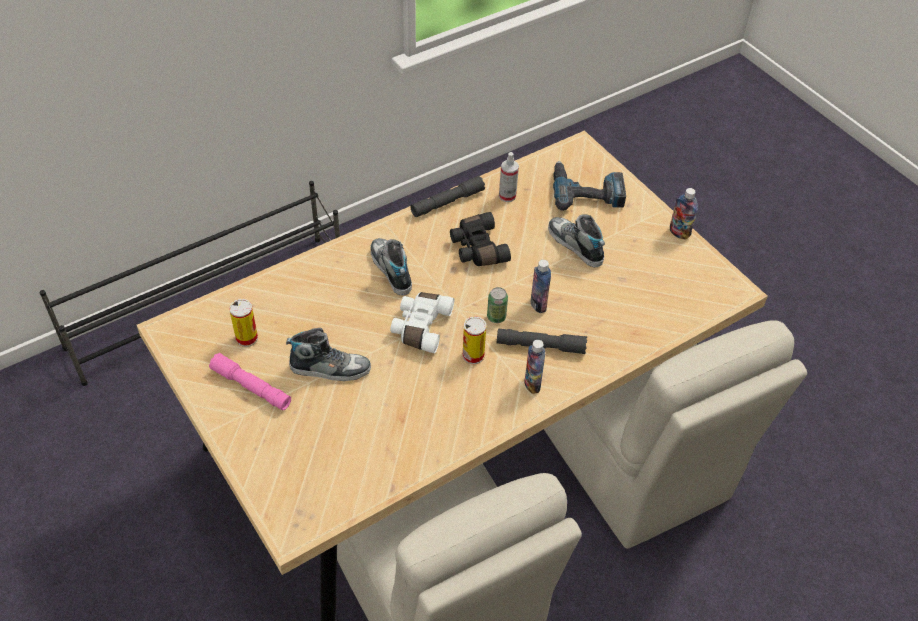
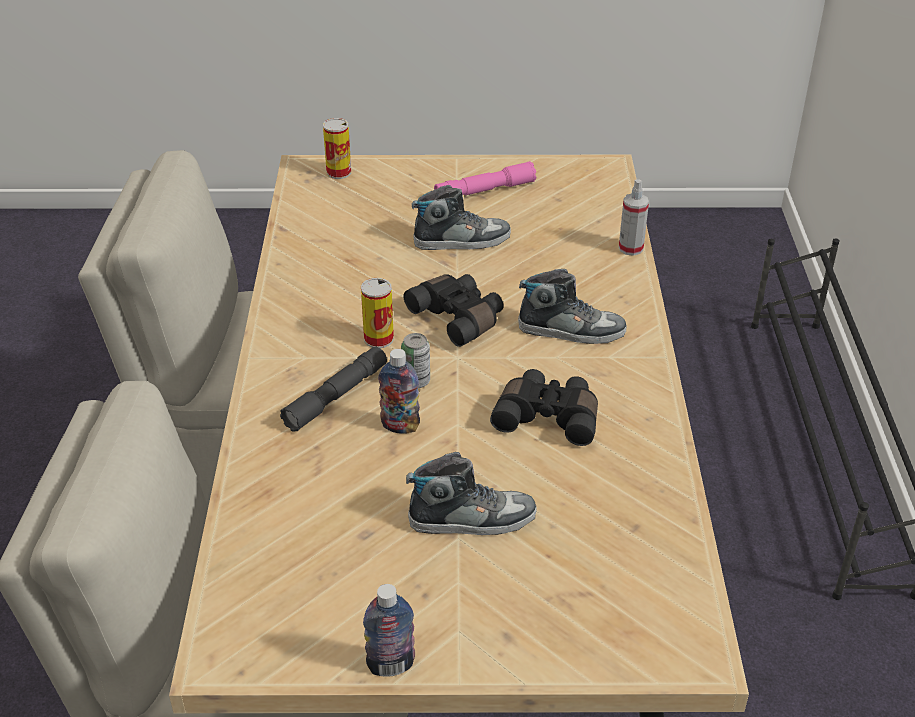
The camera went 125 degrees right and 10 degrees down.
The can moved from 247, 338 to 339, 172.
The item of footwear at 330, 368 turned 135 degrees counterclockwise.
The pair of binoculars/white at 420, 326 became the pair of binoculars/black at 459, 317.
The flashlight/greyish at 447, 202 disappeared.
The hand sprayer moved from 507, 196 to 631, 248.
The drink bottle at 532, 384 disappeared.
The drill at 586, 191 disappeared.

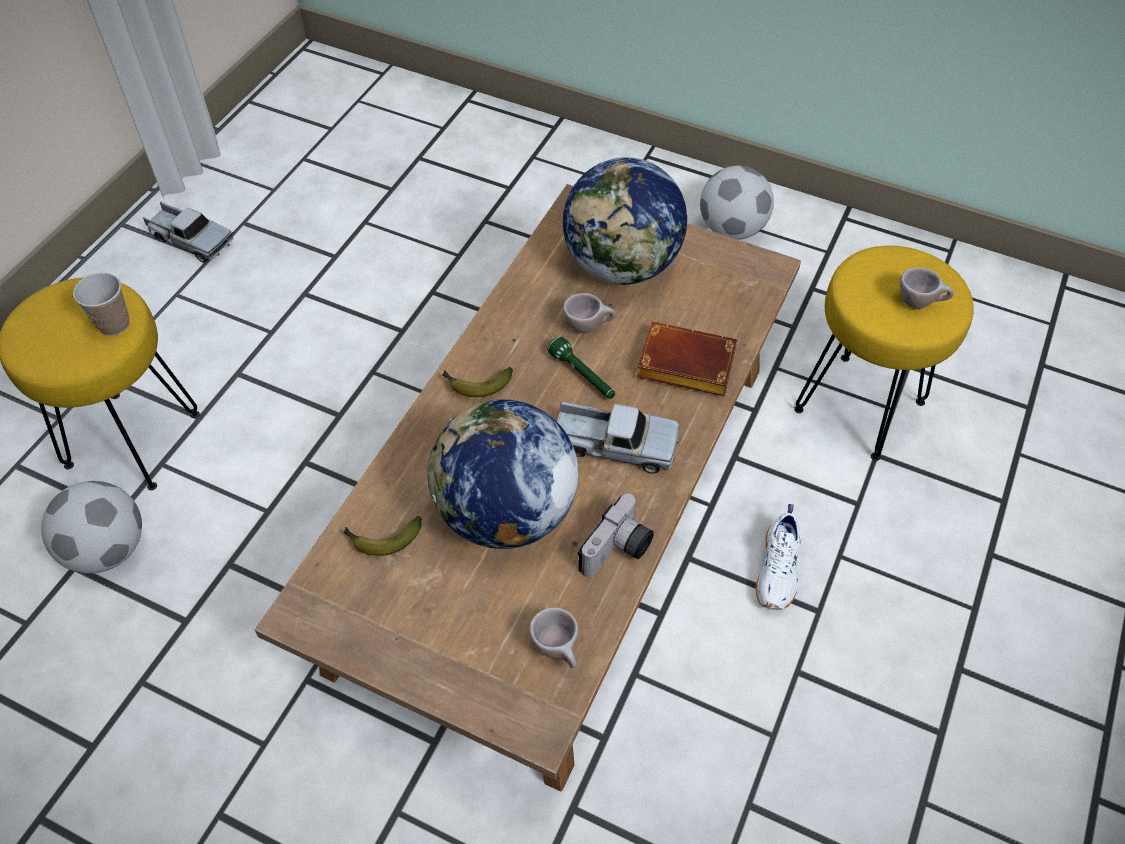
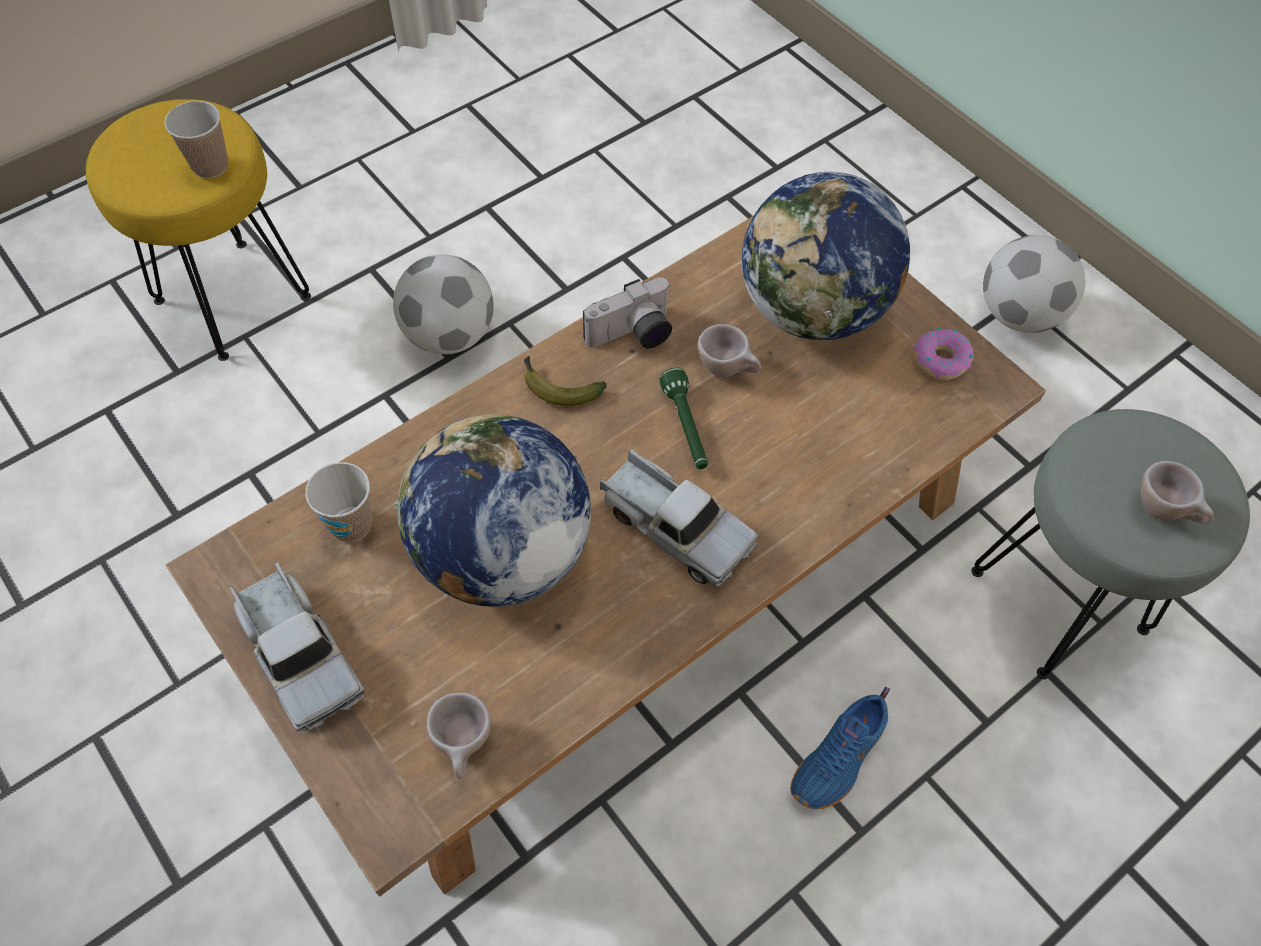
The camera went 25 degrees right and 5 degrees up.
The football moved from 107, 549 to 449, 335.
The model truck moved from 191, 240 to 299, 654.
The banana at 382, 540 was replaced by the cup at 351, 524.
The still camera moved from 618, 551 to 632, 336.
The volume/brown-coloured at 683, 366 disappeared.
The item of footwear/white at 779, 570 became the item of footwear/bluish at 840, 758.
The stool/yellow-coloured at 861, 406 became the stool/greyish at 1061, 601.
The doughnut at 941, 360 appeared.

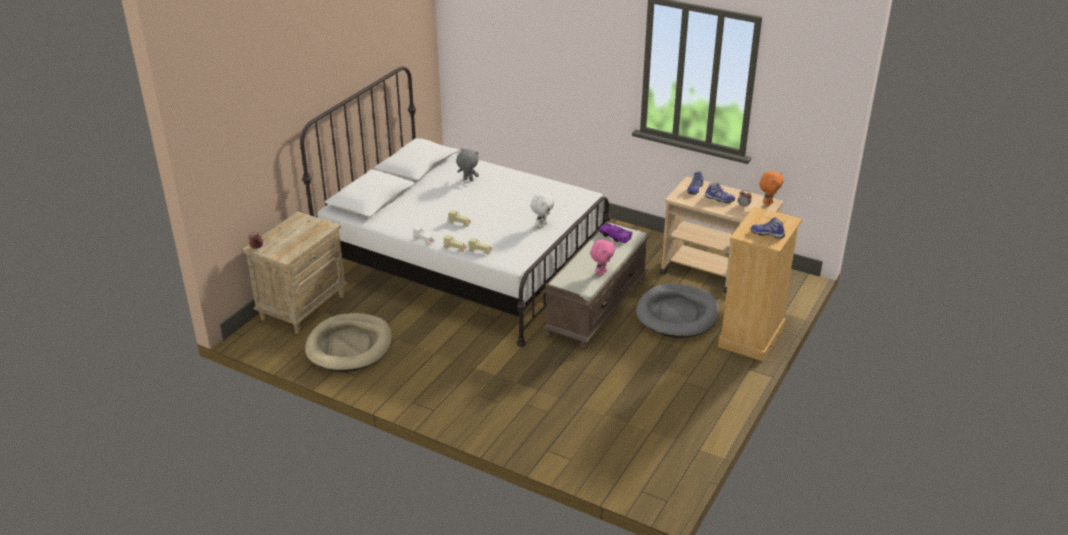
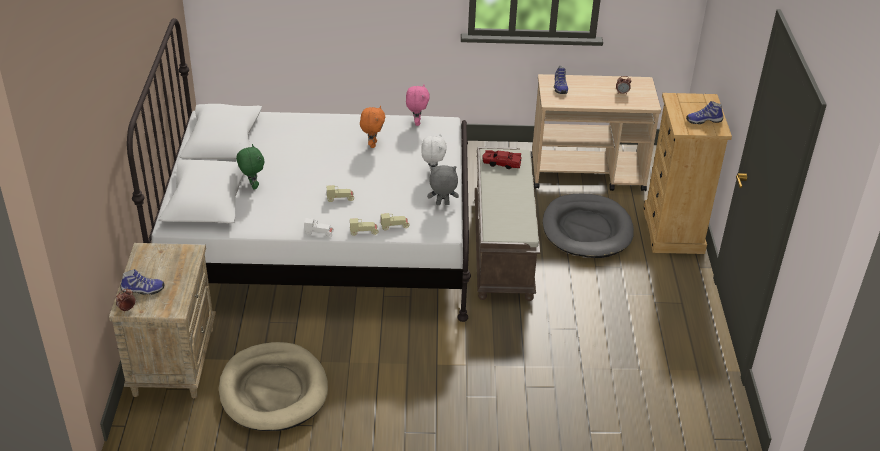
The camera went 30 degrees left and 5 degrees up.
The cuddly toy/greyish moved from 468, 180 to 442, 204.
The cuddly toy/pink-coloured moved from 601, 272 to 416, 122.
The miniature car/purple at 614, 236 became the miniature car/red at 501, 163.
The item of footwear moved from 719, 199 to 142, 290.
The cuddly toy/orange moved from 768, 204 to 372, 144.
The cuddly toy/green at 252, 186 appeared.

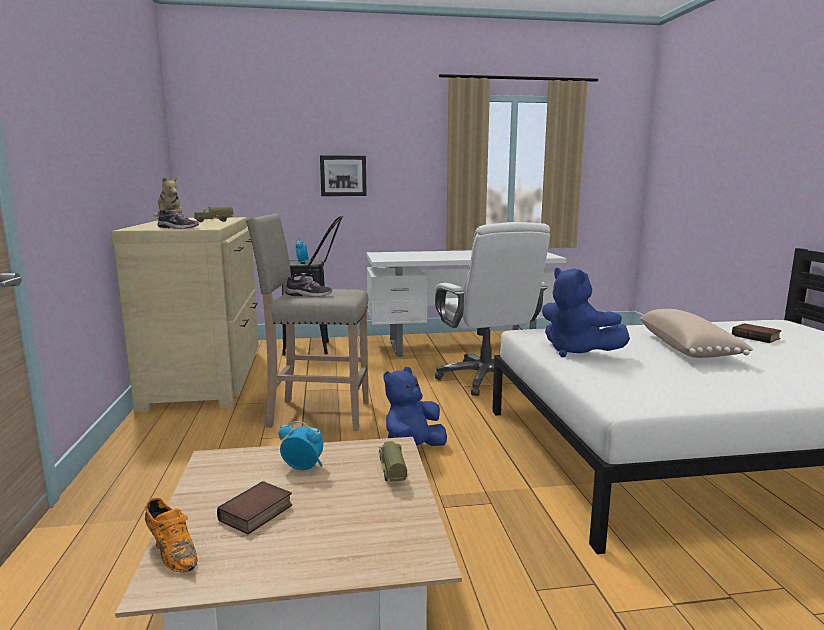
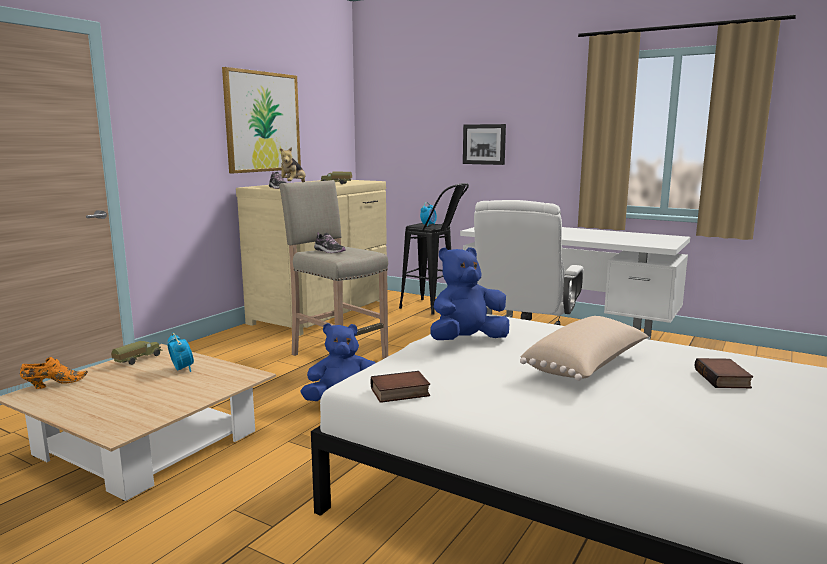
The camera went 40 degrees right and 0 degrees up.
The item of footwear/orange at 172, 552 turned 120 degrees counterclockwise.
The volume moved from 256, 514 to 399, 393.
The model truck moved from 392, 472 to 137, 360.
The cuddly toy/bluish at 576, 352 turned 60 degrees clockwise.
The picture at 262, 122 appeared.

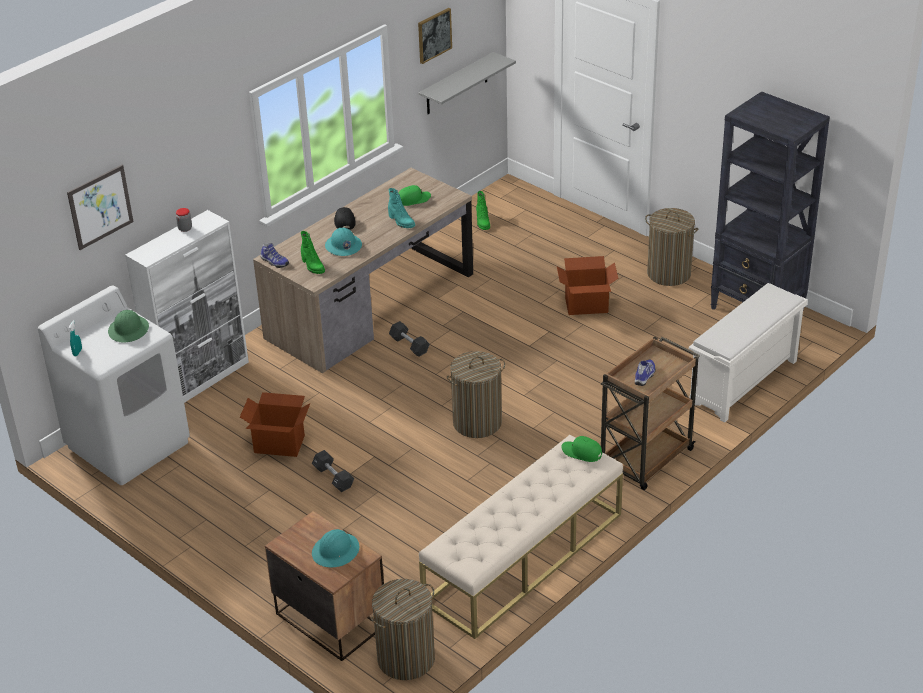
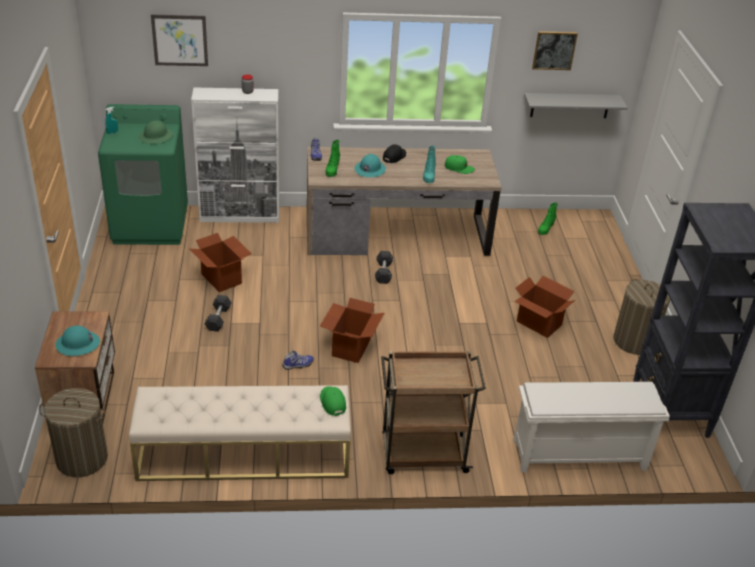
The camera went 40 degrees right and 0 degrees up.
The laundry machine/white at 129, 444 became the laundry machine/green at 151, 225.
The washing basket at 477, 423 was replaced by the carton at 350, 347.
The item of footwear moved from 645, 376 to 298, 365.

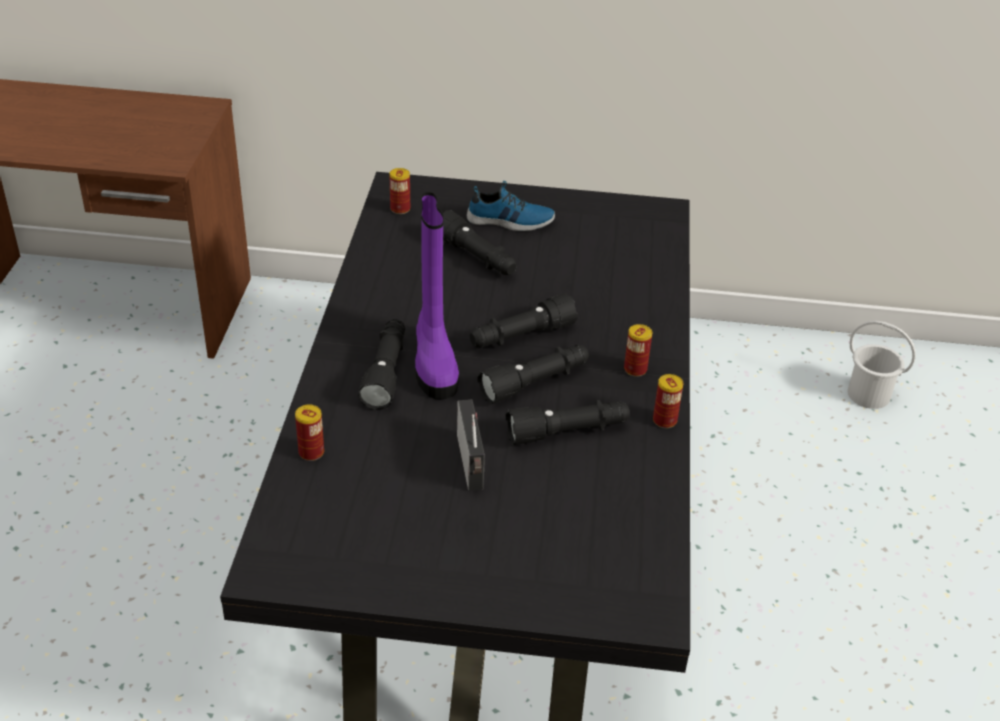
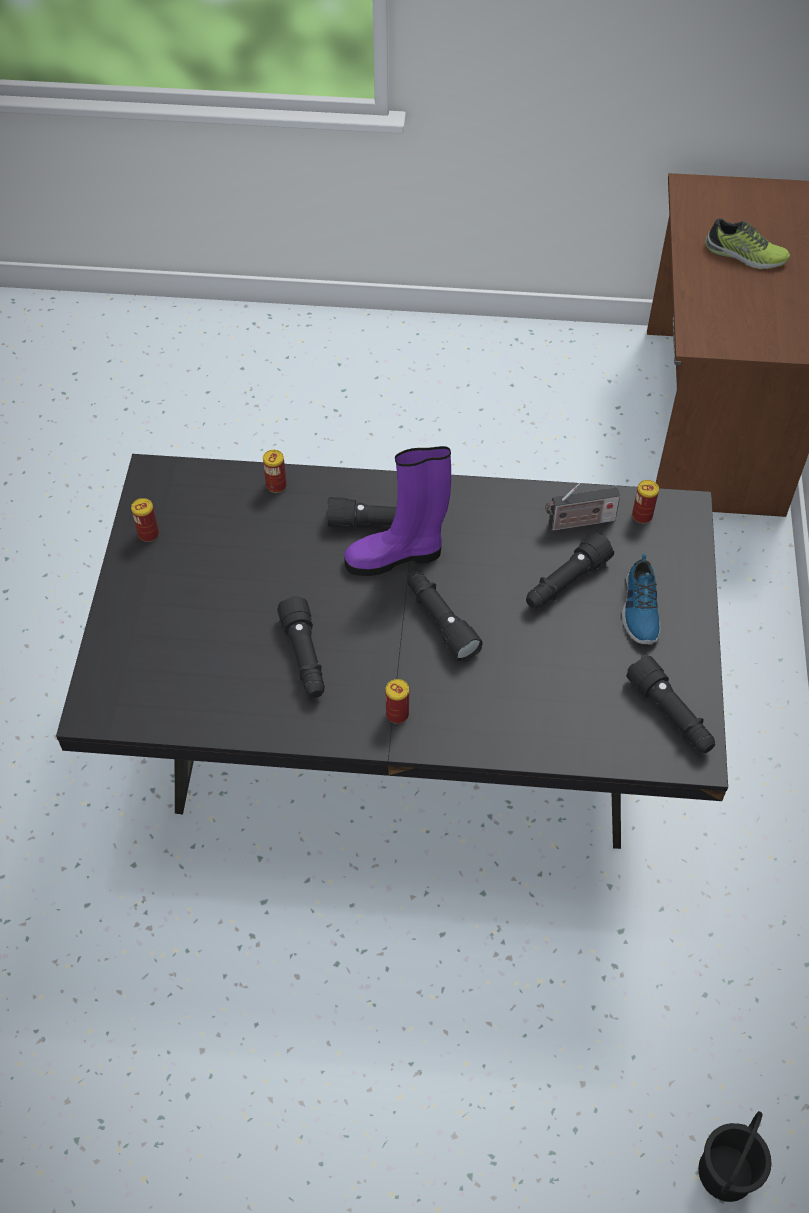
The camera went 90 degrees right and 15 degrees up.
The radio set moved from 471, 465 to 578, 522.
The flashlight/black moved from 535, 382 to 670, 714.
The can moved from 664, 420 to 148, 534.
The bucket/white at 868, 394 became the bucket/black at 727, 1172.
The item of footwear at 744, 255 appeared.

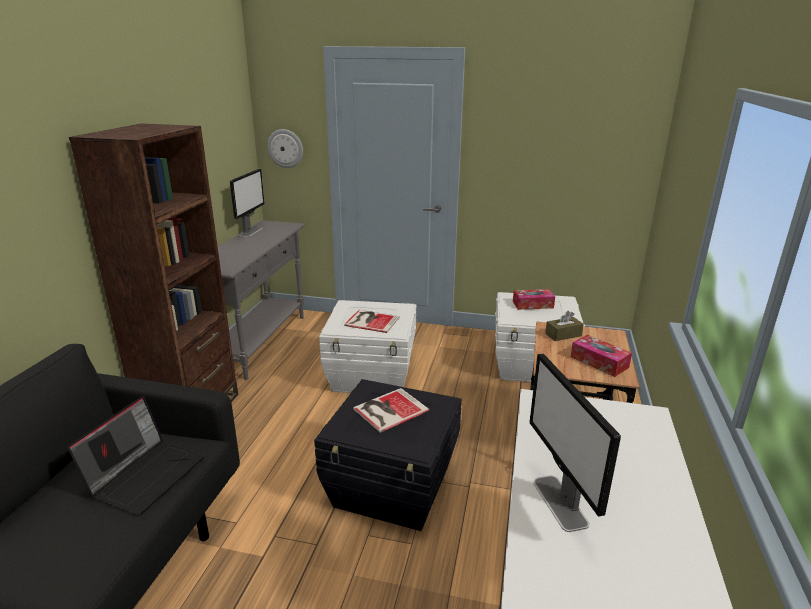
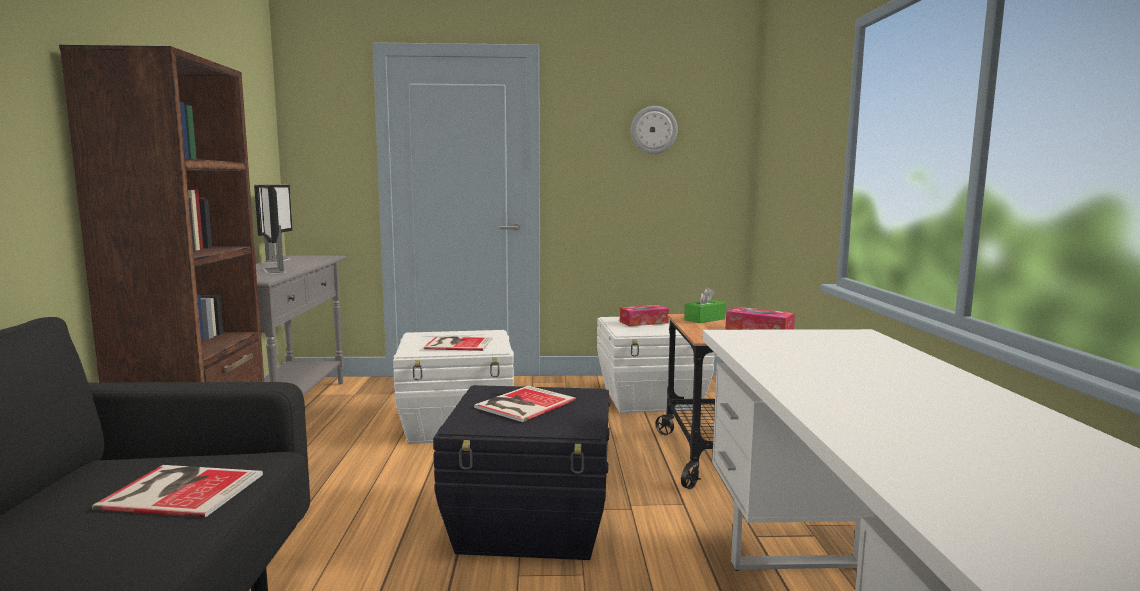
The camera went 15 degrees left and 15 degrees down.
The laptop at 146, 474 was replaced by the volume at 181, 490.
The wall clock moved from 285, 148 to 653, 130.
The computer display moved from 560, 503 to 274, 270.
The tissue box/brown-coloured at 563, 335 became the tissue box/green at 704, 319.

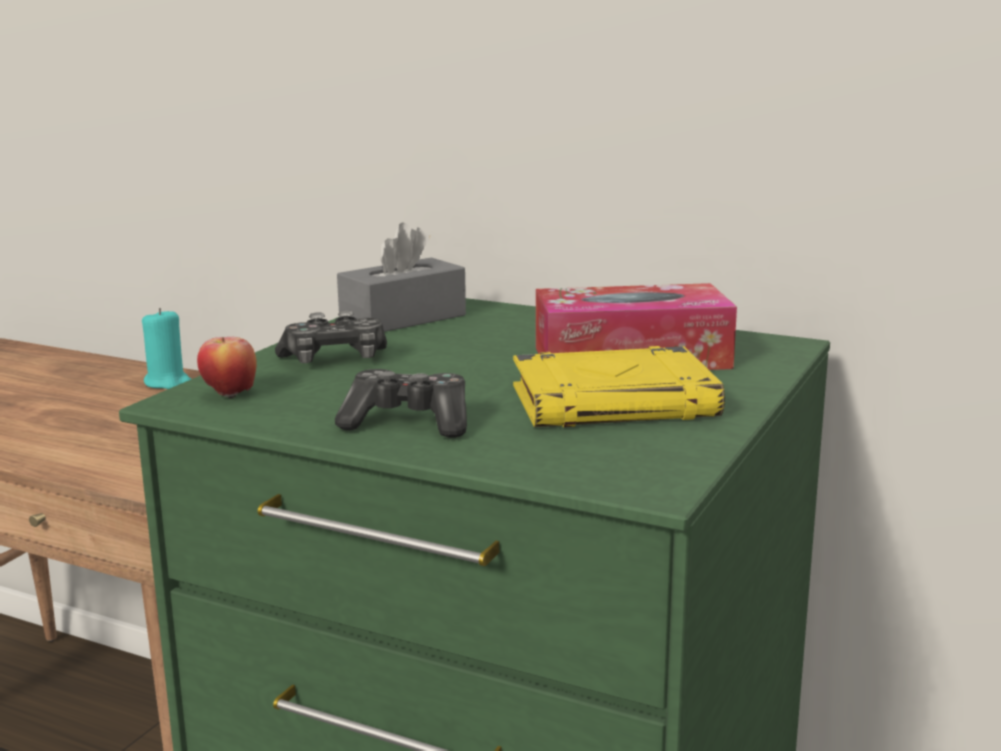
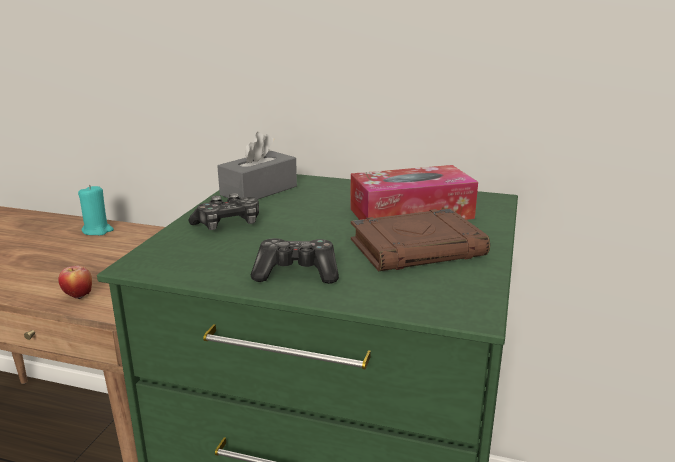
The camera went 10 degrees left and 5 degrees up.
The whole apple moved from 229, 395 to 78, 296.
The volume/yellow-coloured at 615, 402 became the volume/brown-coloured at 418, 248.

